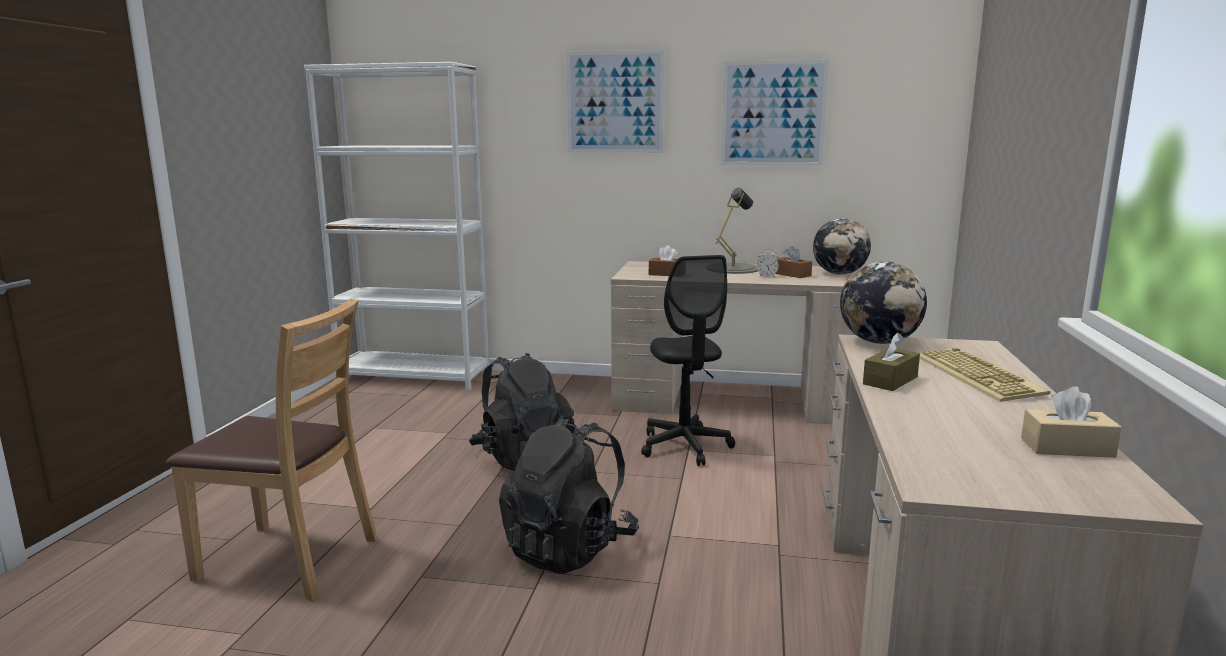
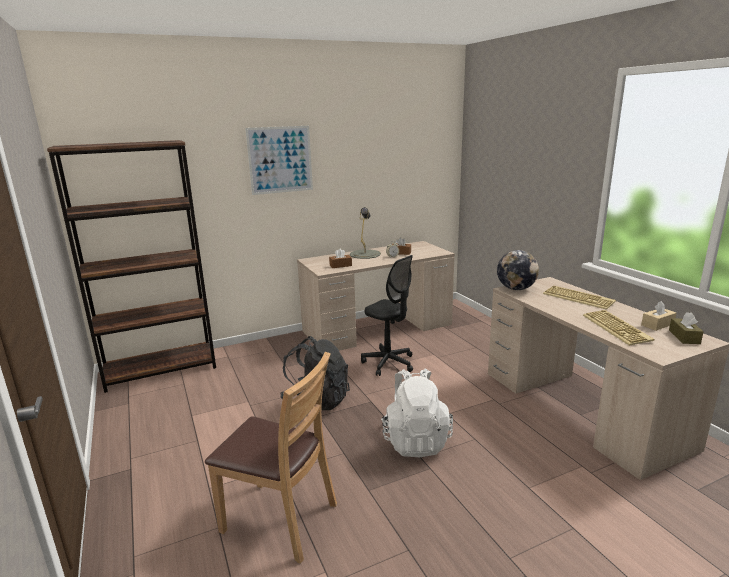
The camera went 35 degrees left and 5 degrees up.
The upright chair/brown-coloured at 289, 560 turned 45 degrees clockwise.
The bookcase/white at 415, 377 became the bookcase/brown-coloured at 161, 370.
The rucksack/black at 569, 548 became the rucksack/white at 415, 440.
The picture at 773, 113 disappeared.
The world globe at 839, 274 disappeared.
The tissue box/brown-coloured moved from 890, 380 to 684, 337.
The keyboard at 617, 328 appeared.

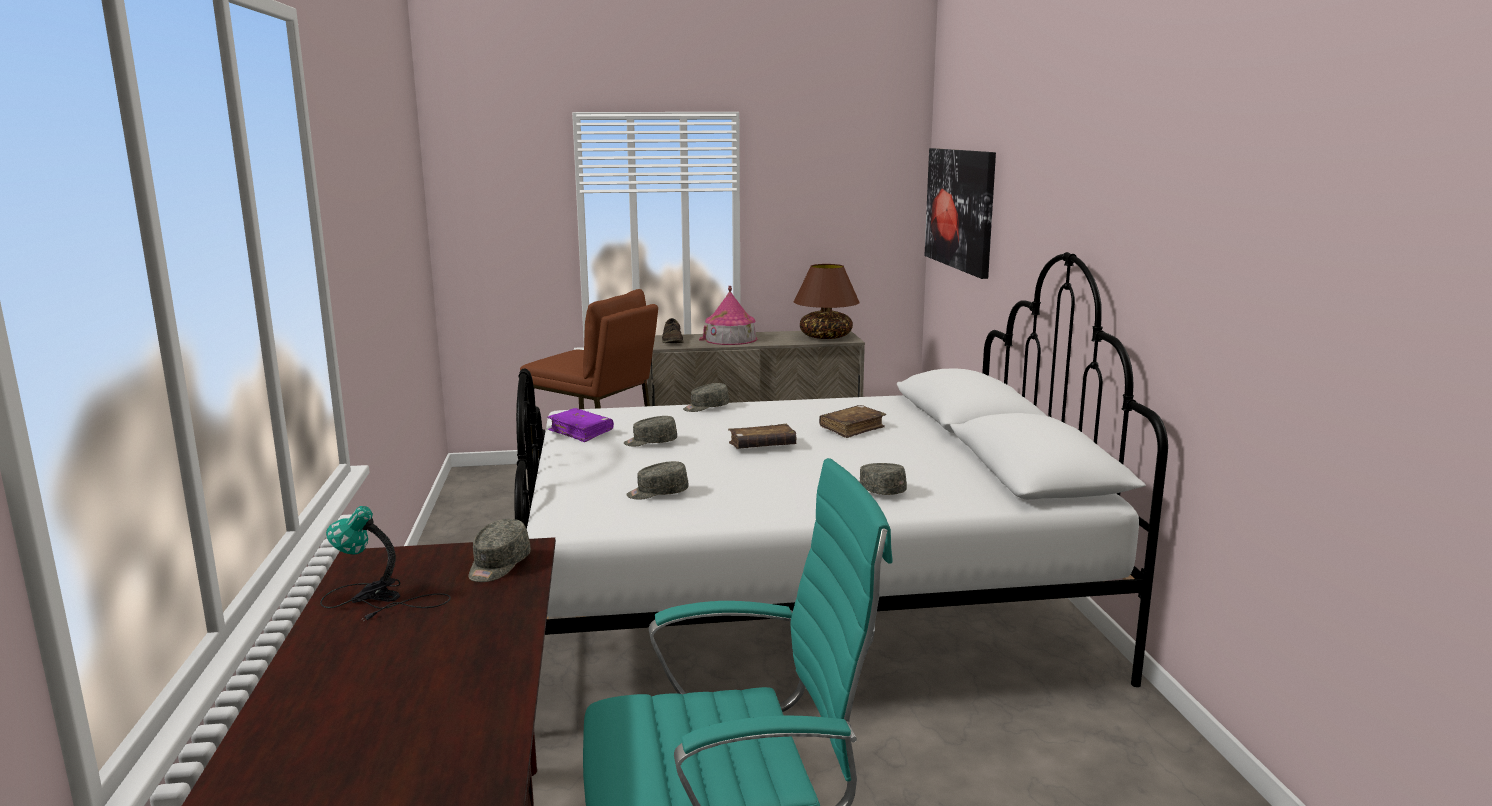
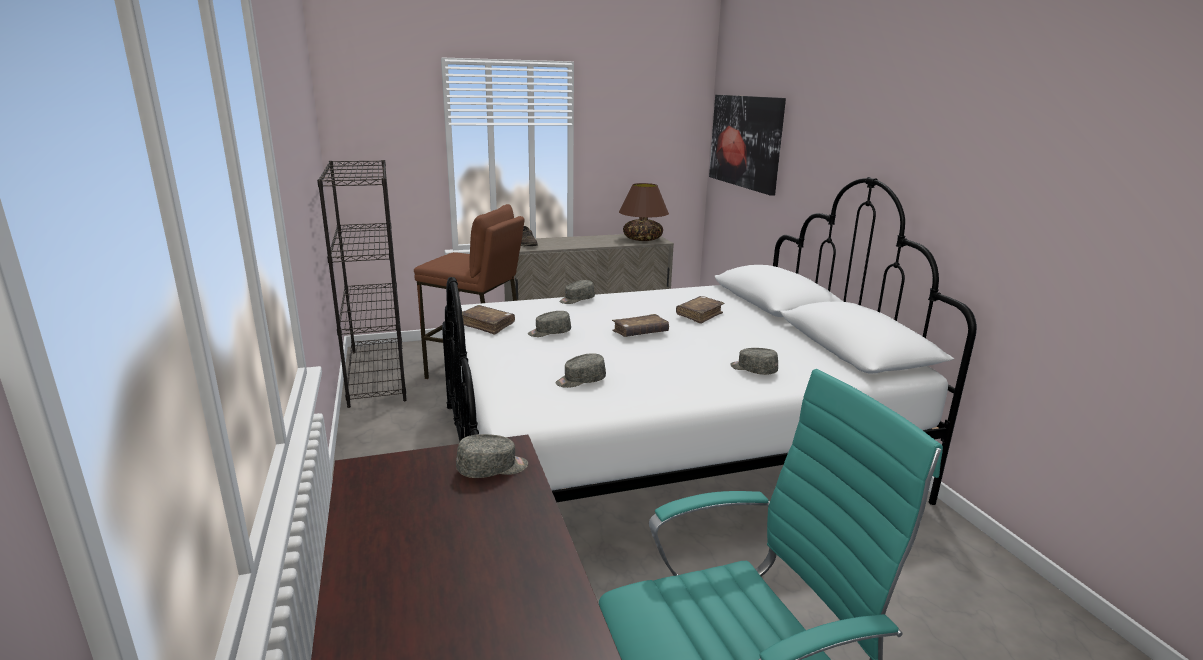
The camera went 10 degrees left and 5 degrees up.
The lamp for a table at 380, 600 disappeared.
The peaked cap/greyish at 498, 566 turned 120 degrees counterclockwise.
The volume/purple at 581, 432 became the volume/brown-coloured at 487, 325.
The miniature house at 730, 339 disappeared.
The bookcase/black at 376, 374 appeared.

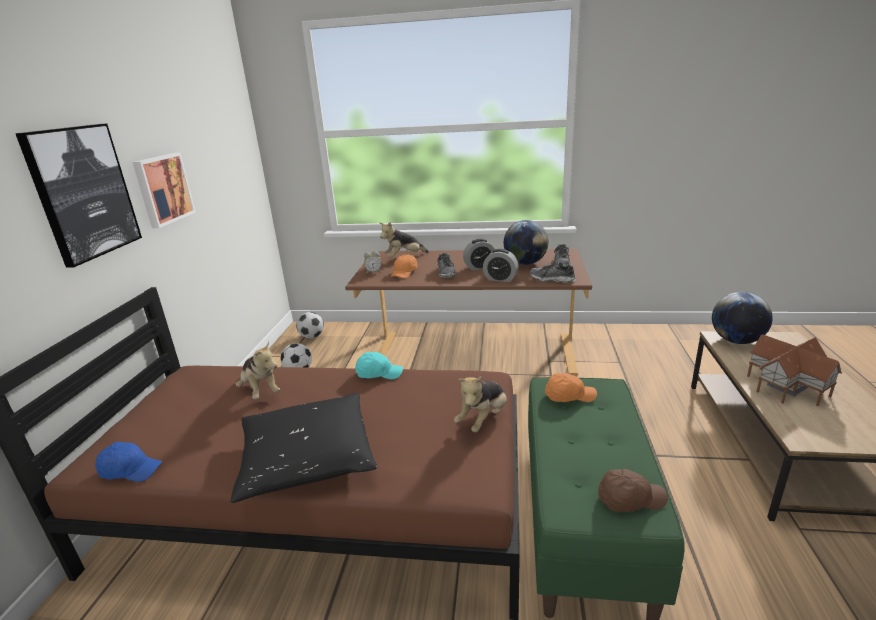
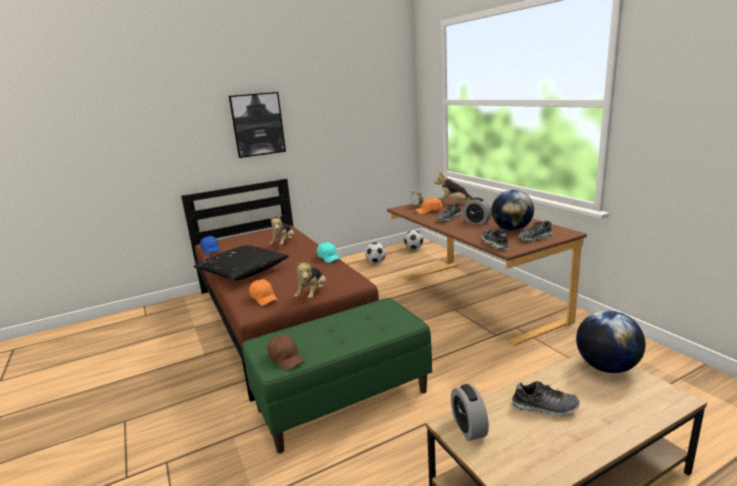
The camera went 55 degrees right and 5 degrees down.
The picture at 163, 189 disappeared.
The cuddly toy at 483, 419 turned 75 degrees counterclockwise.
The table clock moved from 500, 279 to 468, 428.
The peaked cap/orange moved from 569, 396 to 264, 298.
The miniature house at 785, 386 was replaced by the item of footwear at 544, 407.

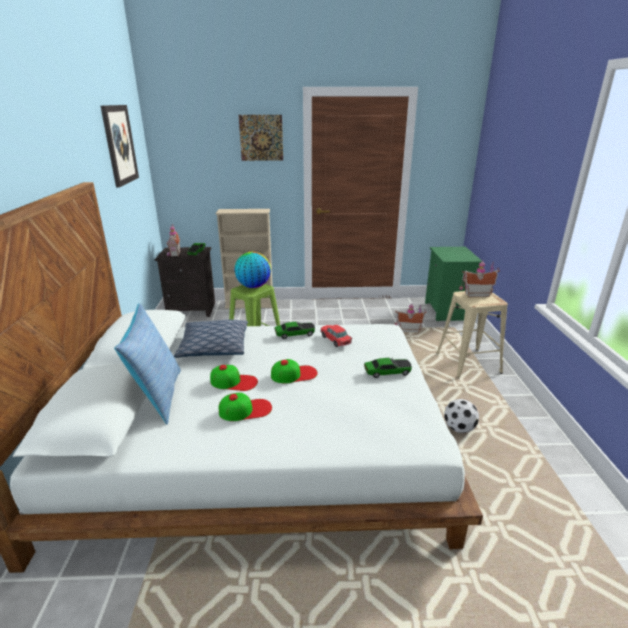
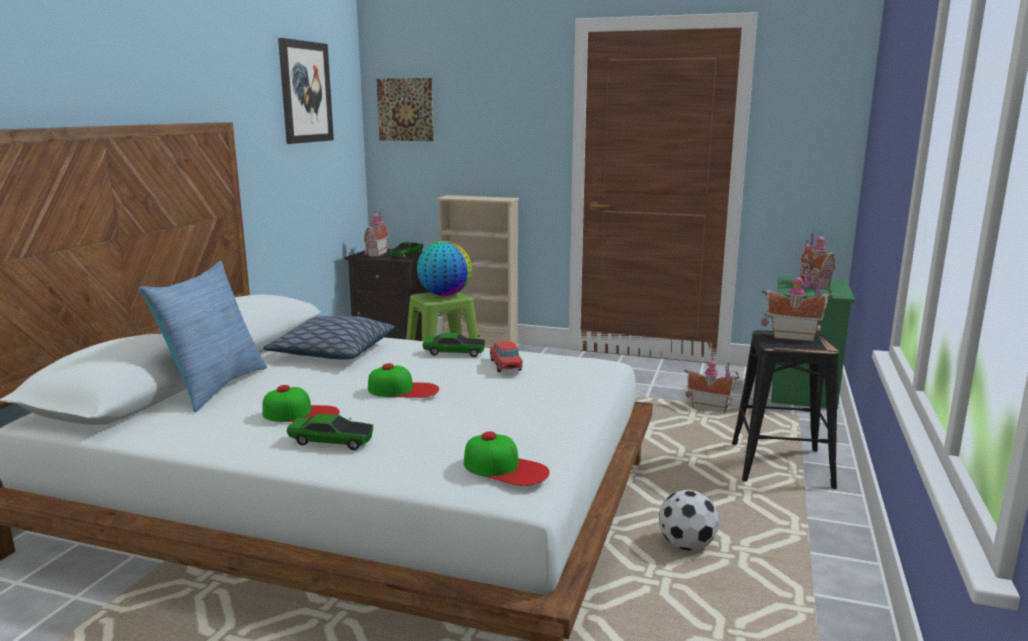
The camera went 20 degrees right and 10 degrees down.
The peaked cap moved from 234, 381 to 505, 468.
The picture moved from 261, 138 to 405, 109.
The miniature car moved from 387, 372 to 331, 441.
The stool/beige-coloured at 467, 362 became the stool/black at 780, 464.
The miniature house at 812, 285 appeared.

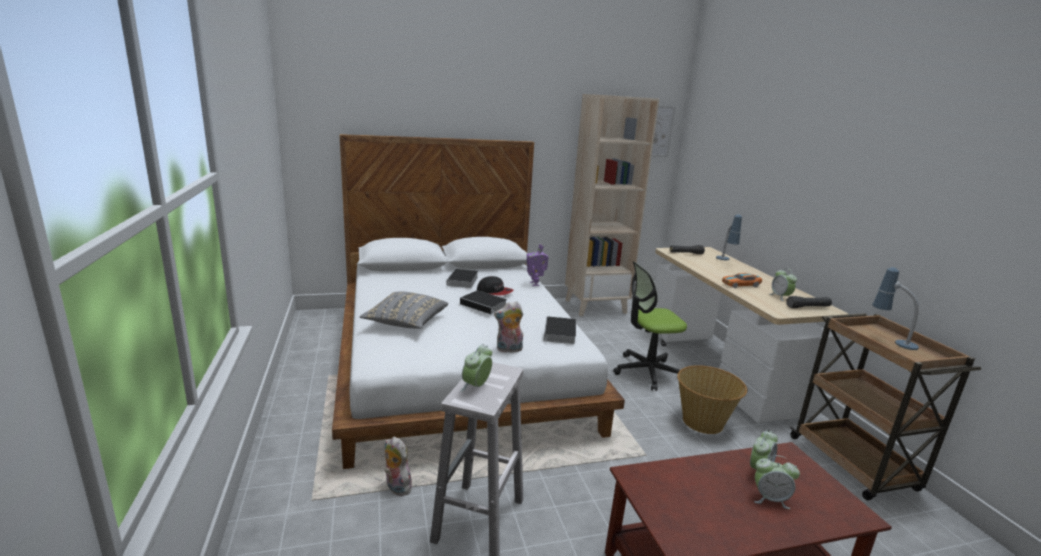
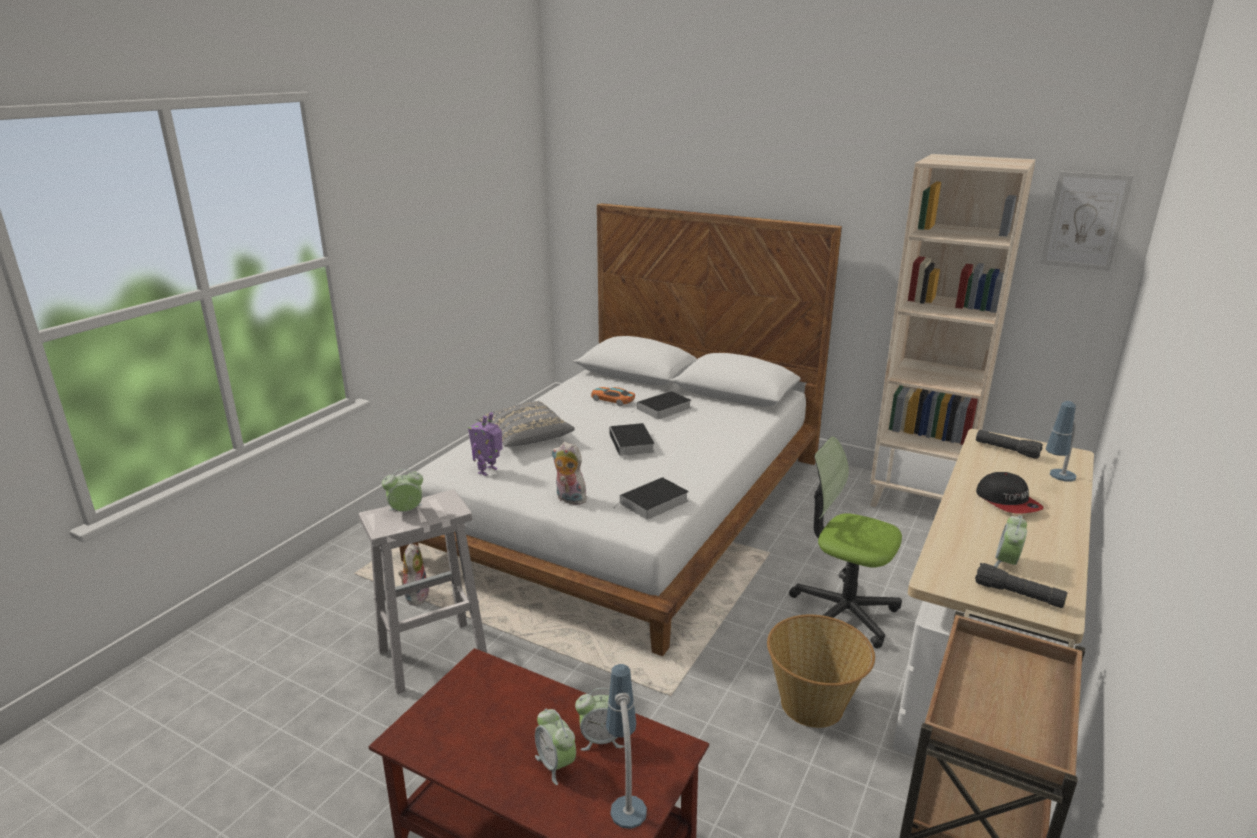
The camera went 45 degrees right and 5 degrees up.
The peaked cap moved from 494, 291 to 1008, 502.
The robot figure moved from 535, 284 to 488, 471.
The miniature car moved from 740, 284 to 612, 400.
The lamp for a table moved from 890, 341 to 625, 791.

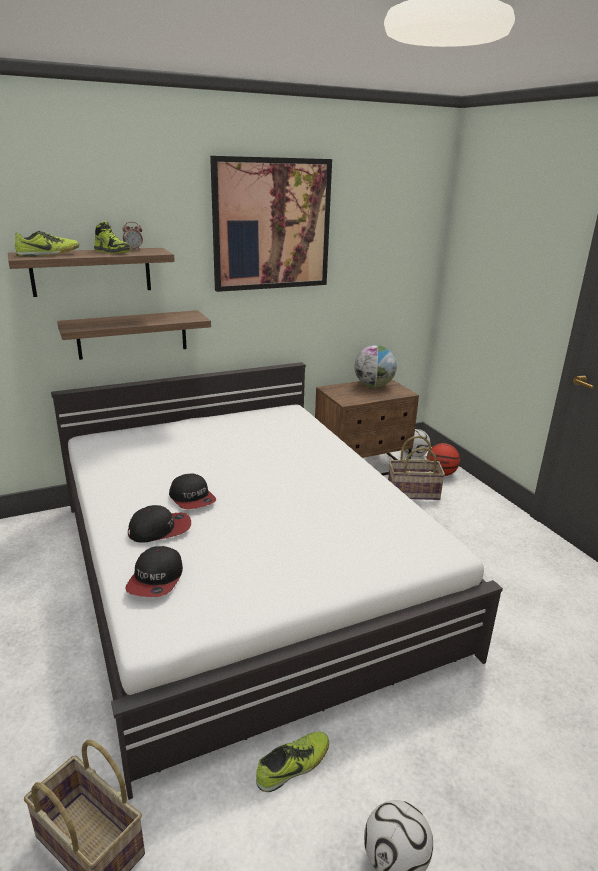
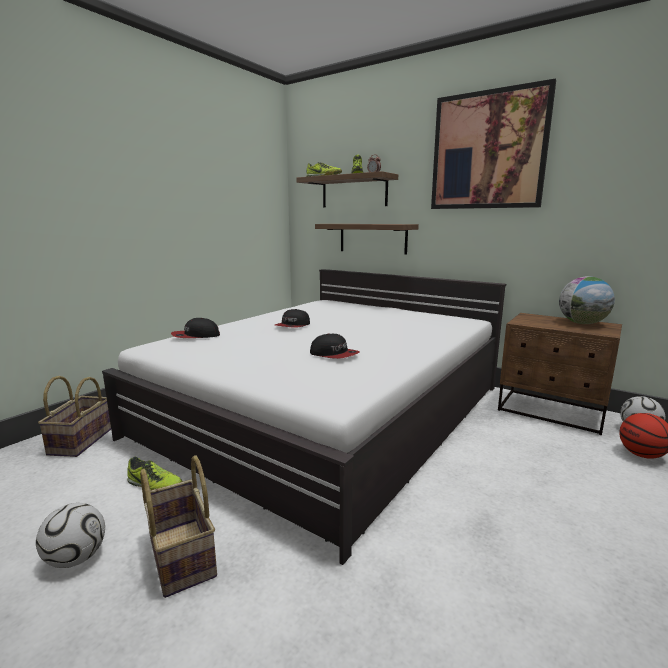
The camera went 60 degrees right and 10 degrees down.
The peaked cap moved from 160, 529 to 334, 354.
The basket moved from 413, 493 to 180, 556.

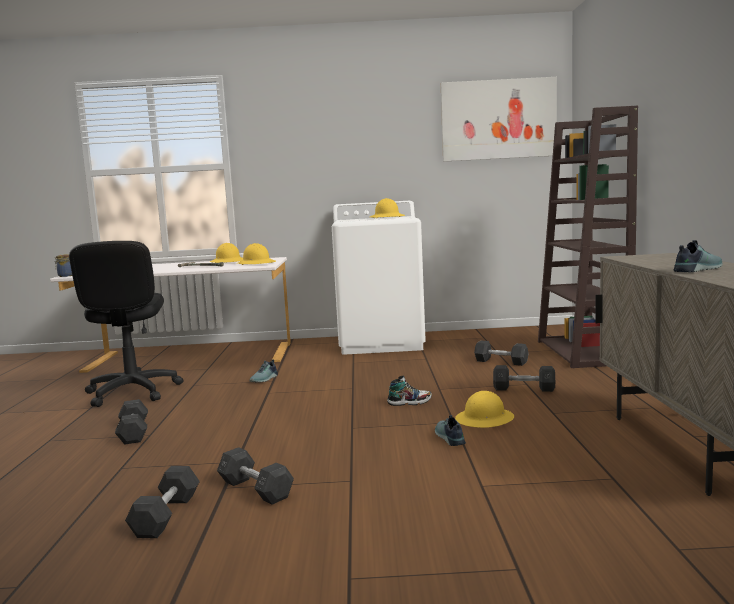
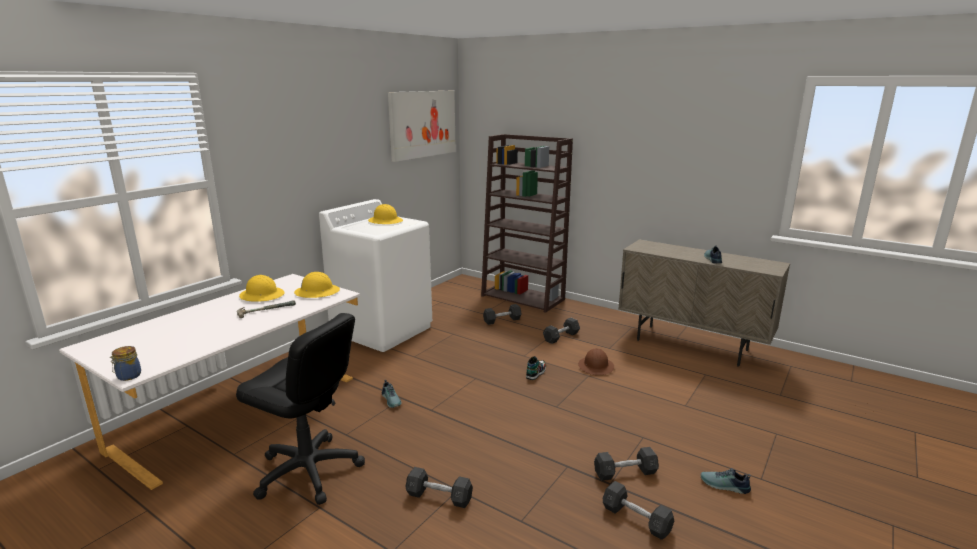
The camera went 55 degrees left and 10 degrees up.
The item of footwear moved from 448, 438 to 724, 486.
The hard hat/yellow-coloured at 485, 419 became the hard hat/brown-coloured at 596, 367.

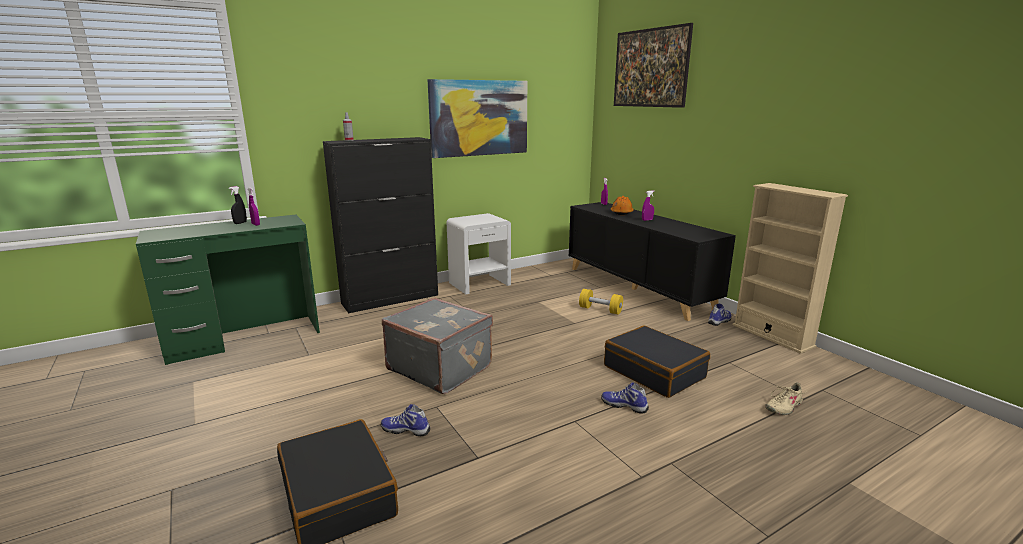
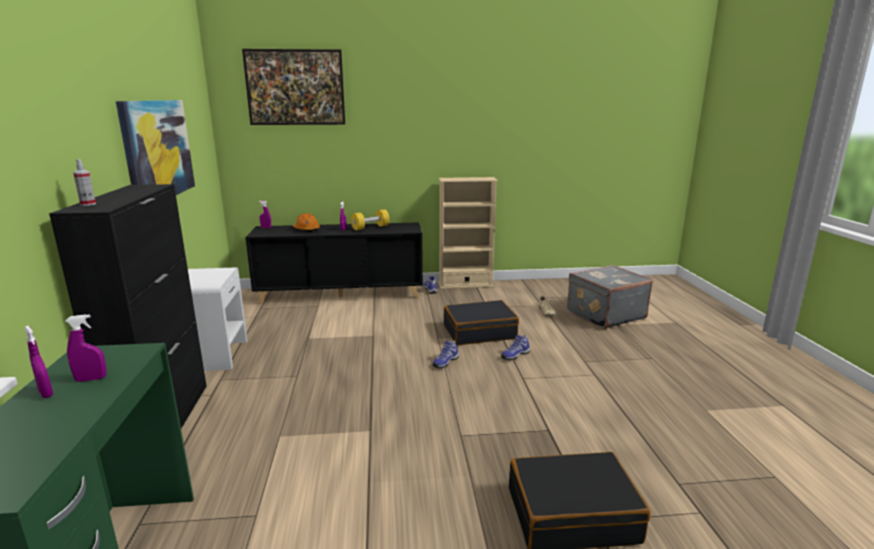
The camera went 65 degrees left and 0 degrees up.
The hand sprayer/black at 240, 223 became the hand sprayer/purple at 46, 393.
The item of footwear moved from 406, 430 to 445, 362.
The suitcase/greyish moved from 440, 367 to 604, 315.
The free weight/yellow-coloured moved from 600, 310 to 370, 227.

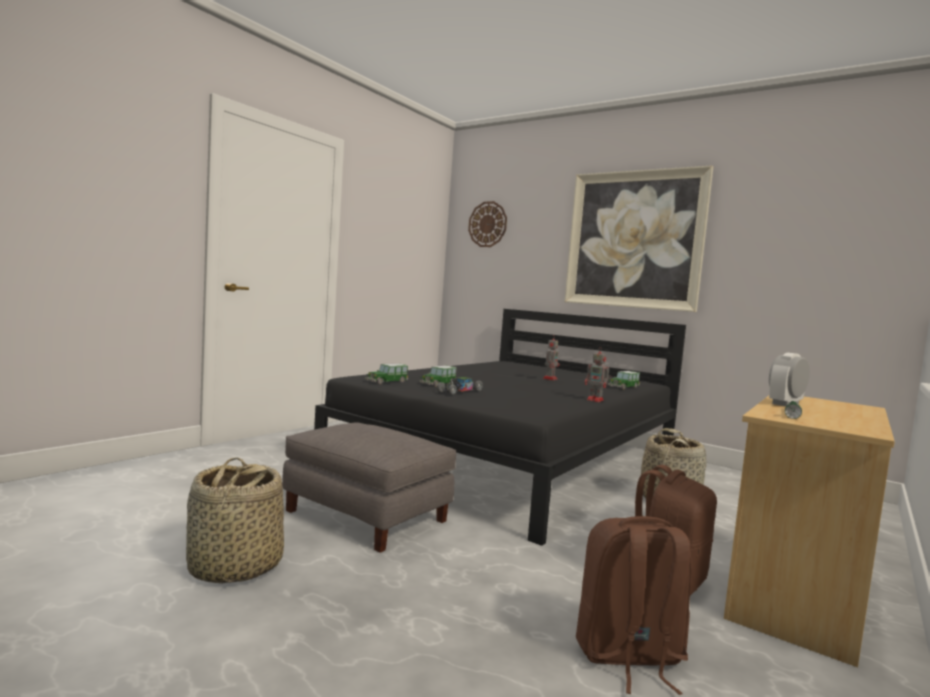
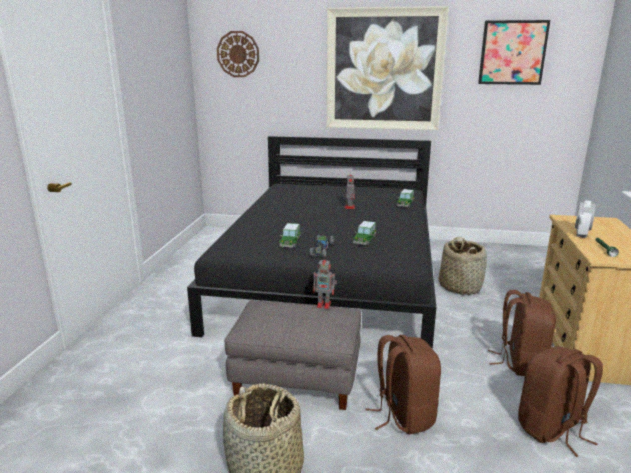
The camera went 25 degrees left and 15 degrees up.
The miniature car moved from 386, 382 to 364, 240.
The robot figure moved from 596, 400 to 324, 304.
The rucksack/brown-coloured at 403, 415 appeared.
The picture at 512, 52 appeared.

